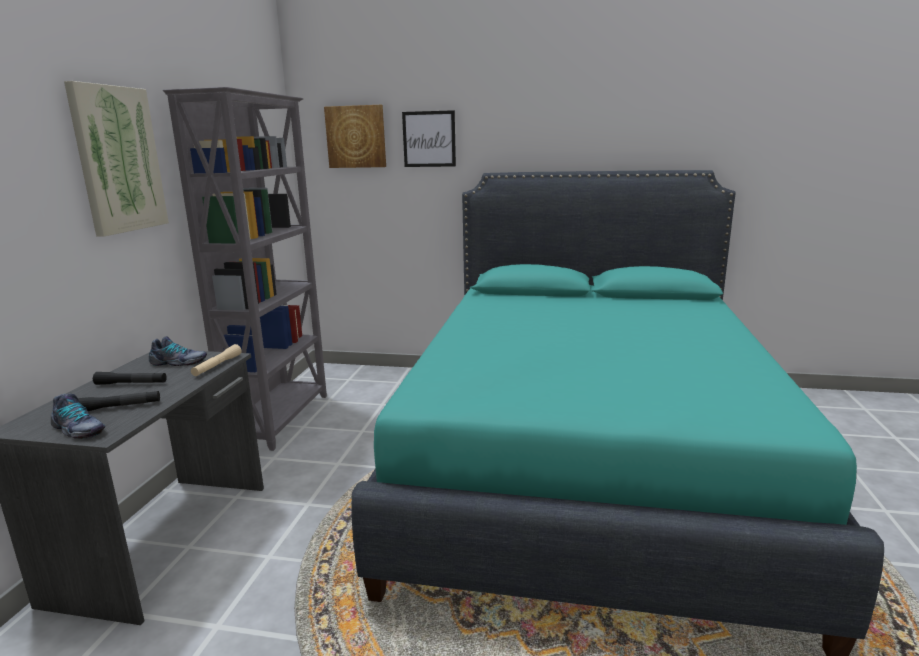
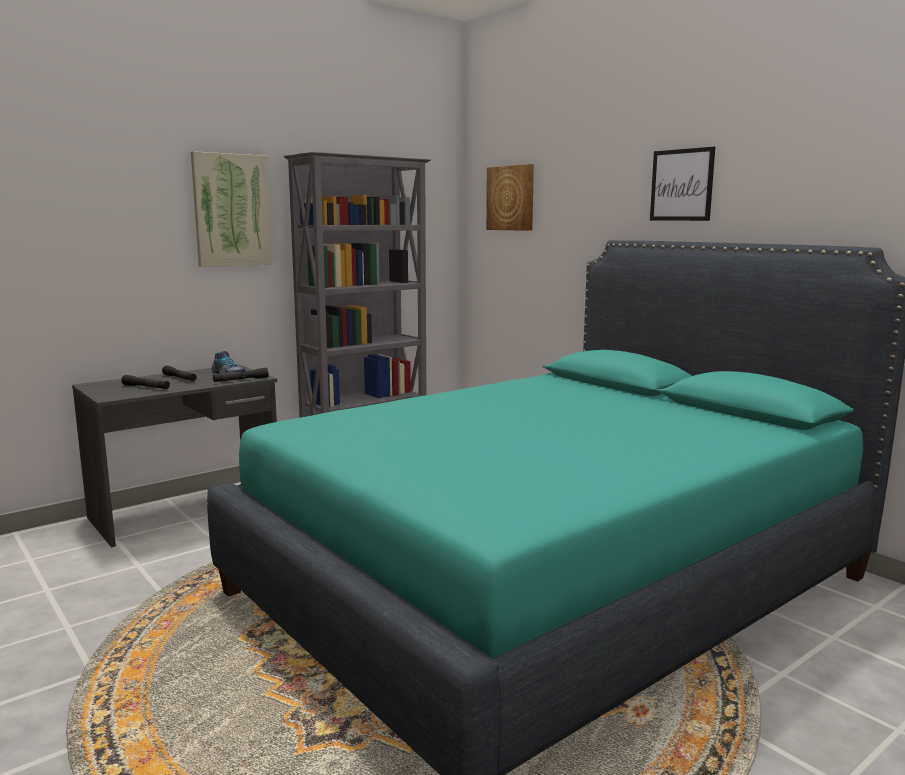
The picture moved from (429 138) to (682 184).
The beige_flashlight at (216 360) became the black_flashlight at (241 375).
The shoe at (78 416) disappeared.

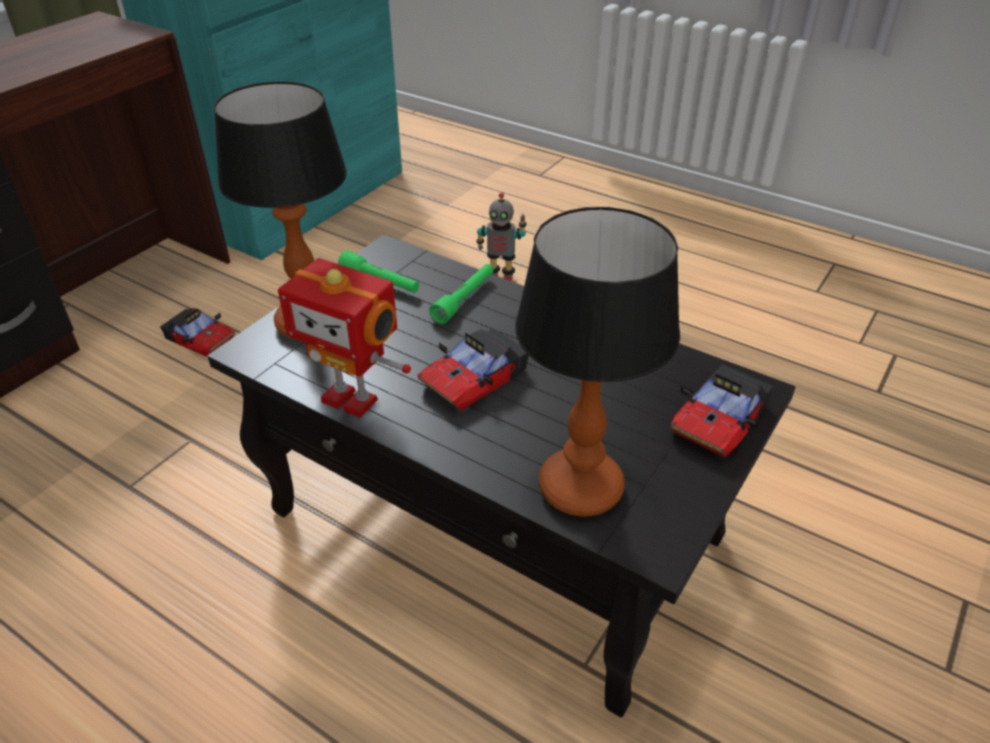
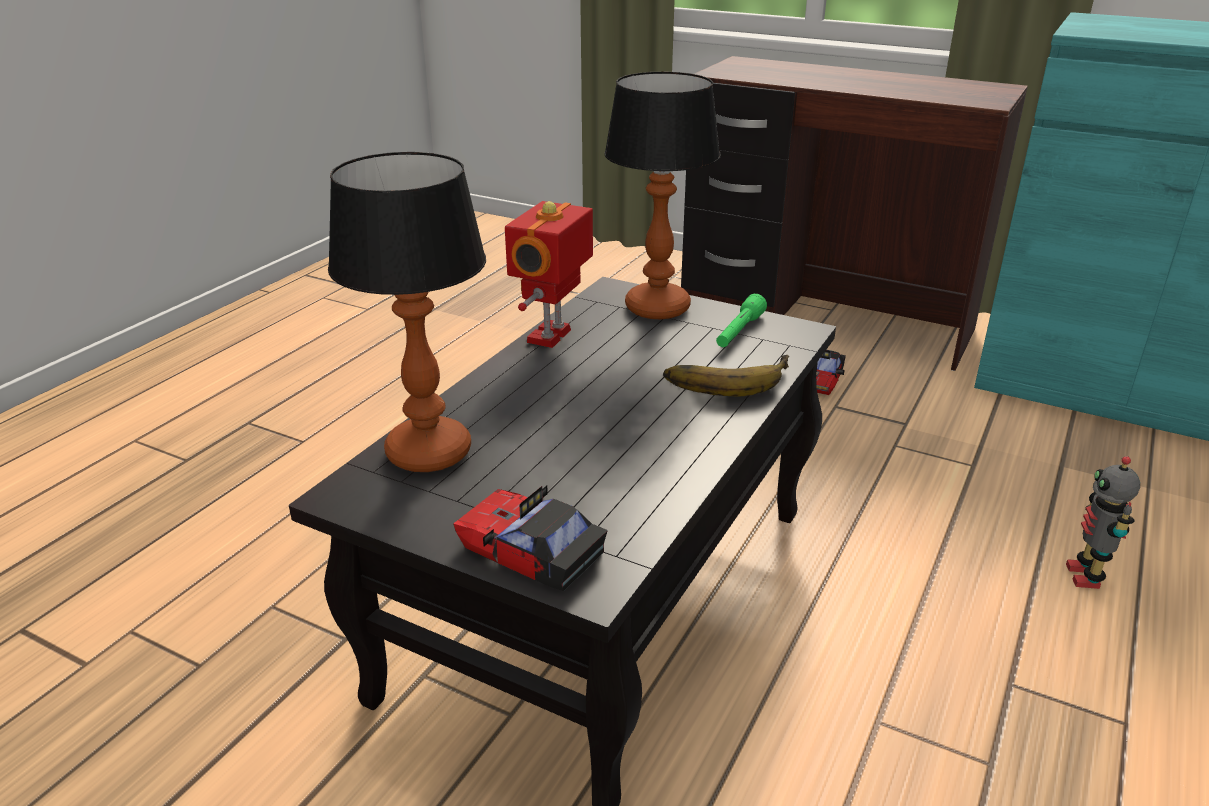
The green_flashlight at (461 294) was replaced by the banana at (726 375).
The toy_car at (473 369) disappeared.

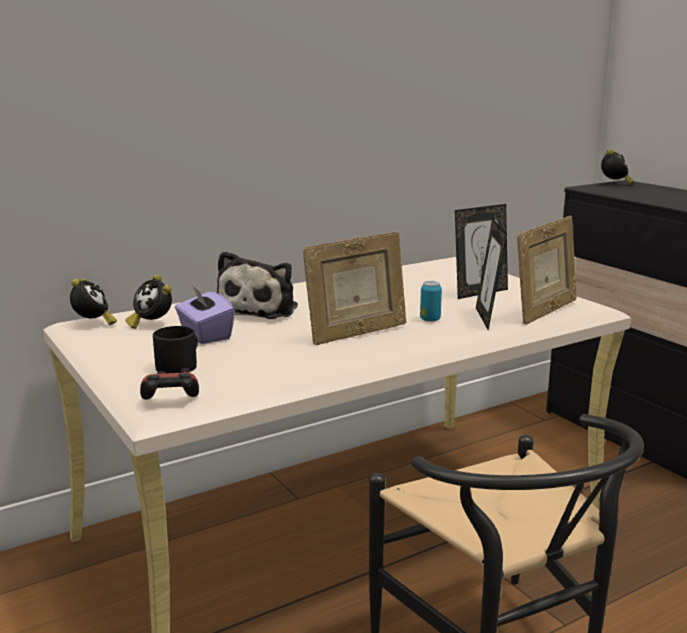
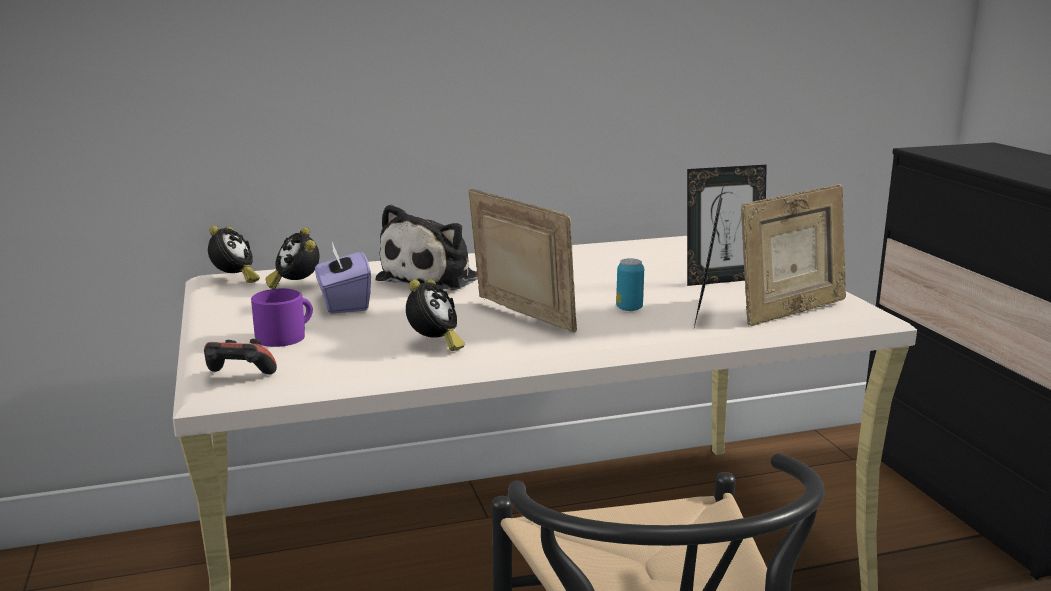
The alarm_clock moved from (617 167) to (435 315).
The picture_frame at (354 288) turned 120 degrees counterclockwise.
The black_mug at (175 350) became the purple_mug at (282 318).

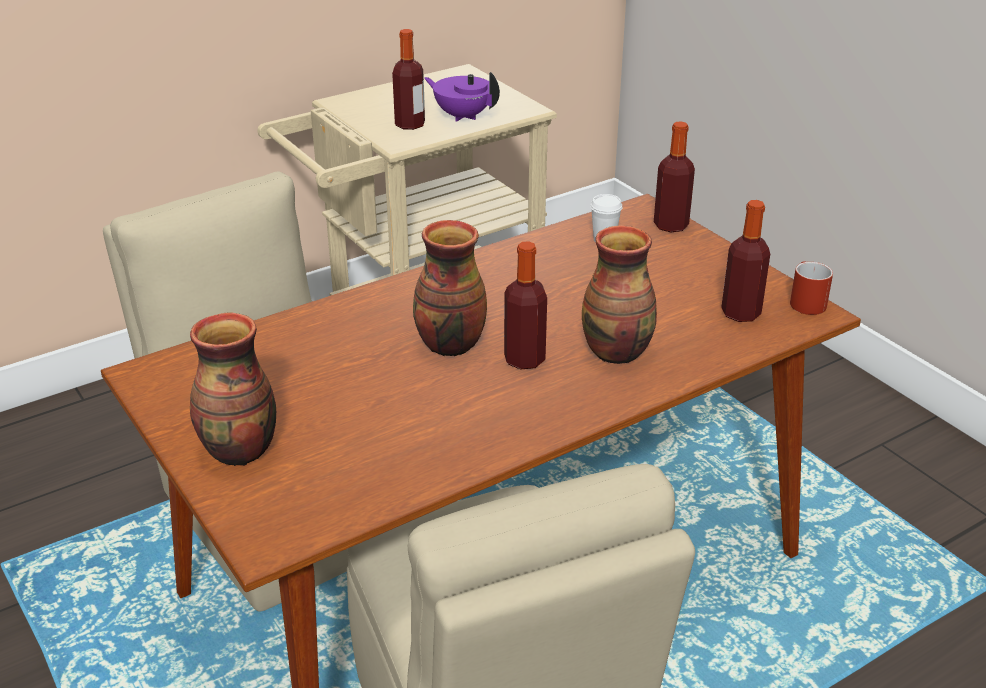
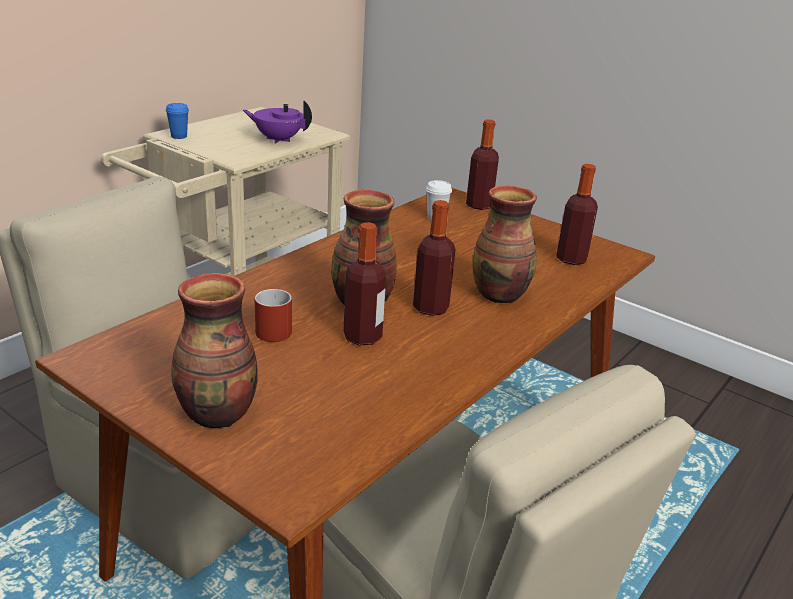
The bottle moved from (408 79) to (365 284).
The red_mug moved from (811 288) to (273 315).
The blue_cup at (177 121) appeared.

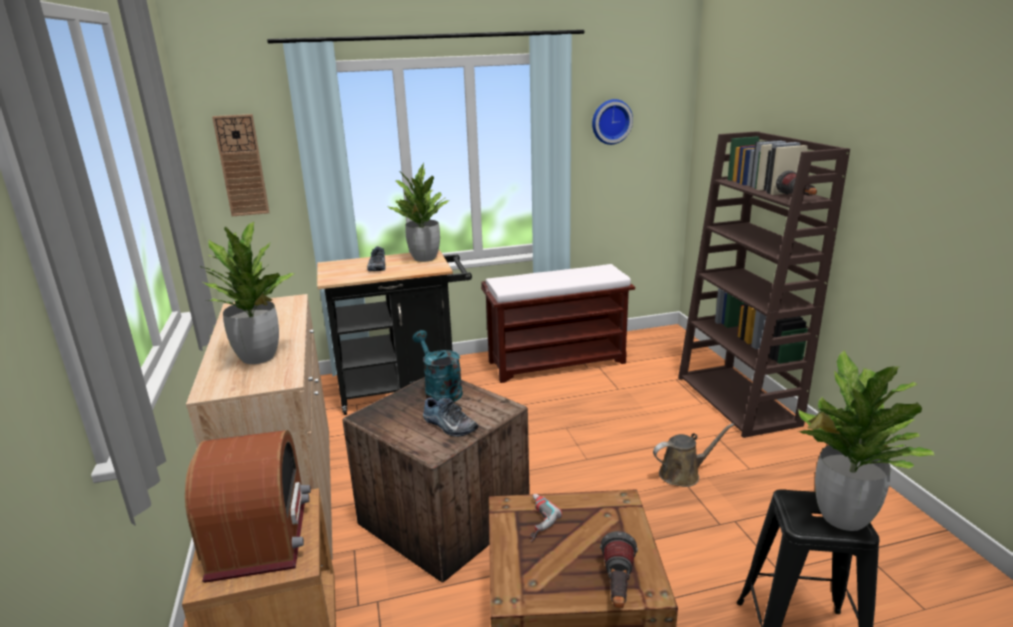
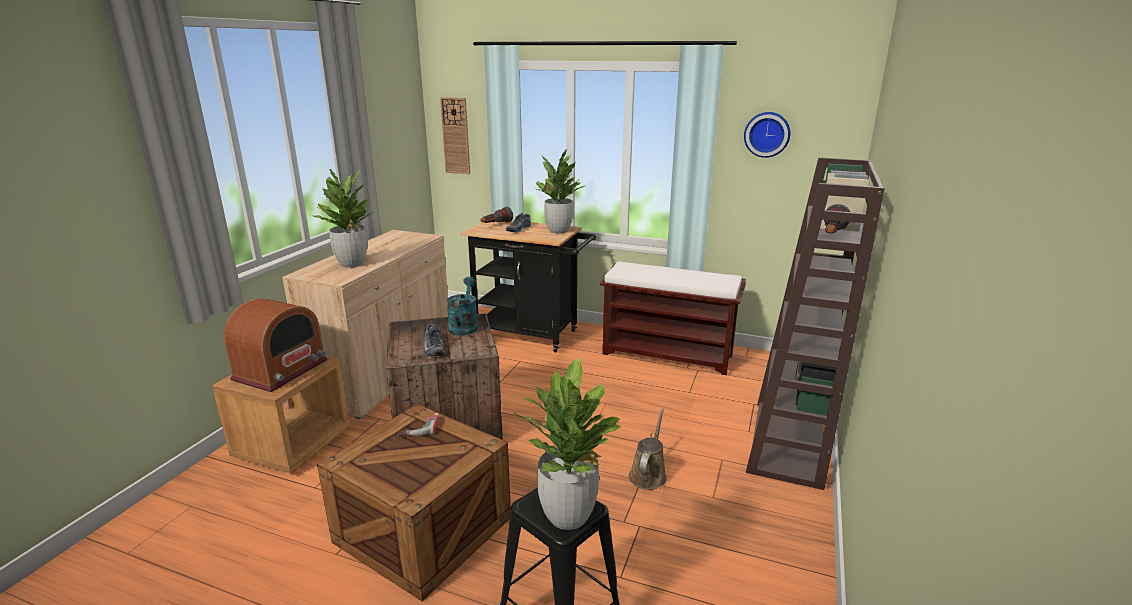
The brown_watering_can at (693 455) turned 90 degrees counterclockwise.
The flashlight moved from (619 569) to (497 215).

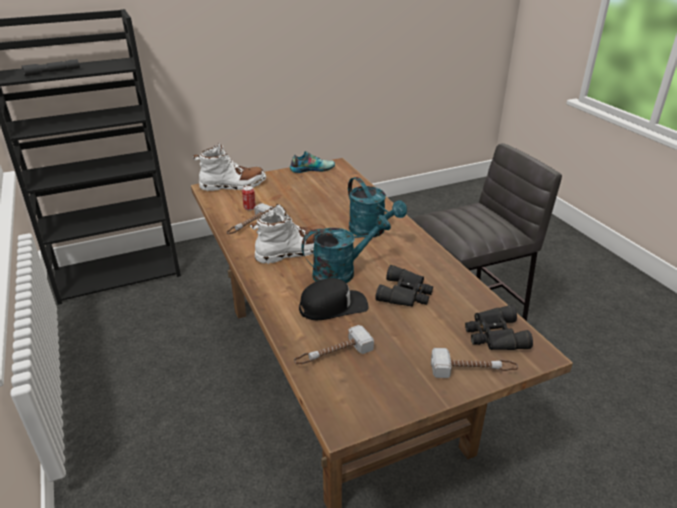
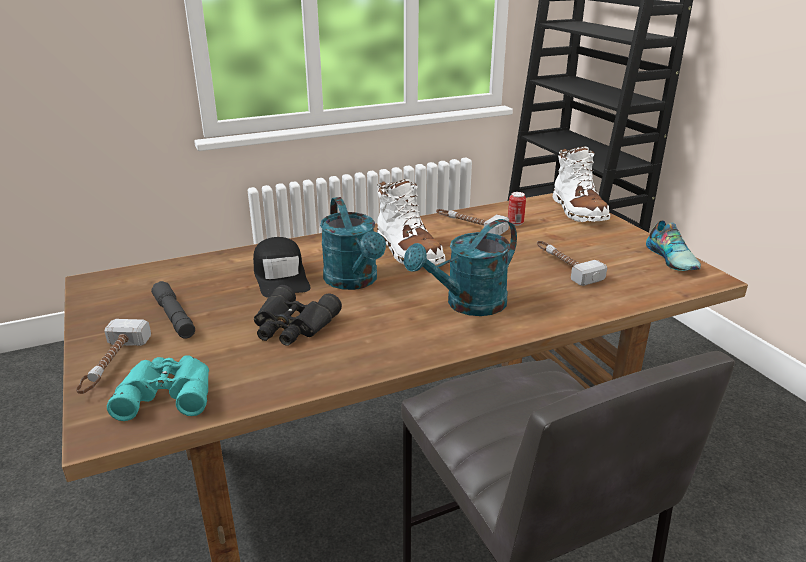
The grey_flashlight moved from (51 68) to (173 310).
The black_binoculars at (499 327) became the turquoise_binoculars at (158 388).
The hammer moved from (334 344) to (572 263).

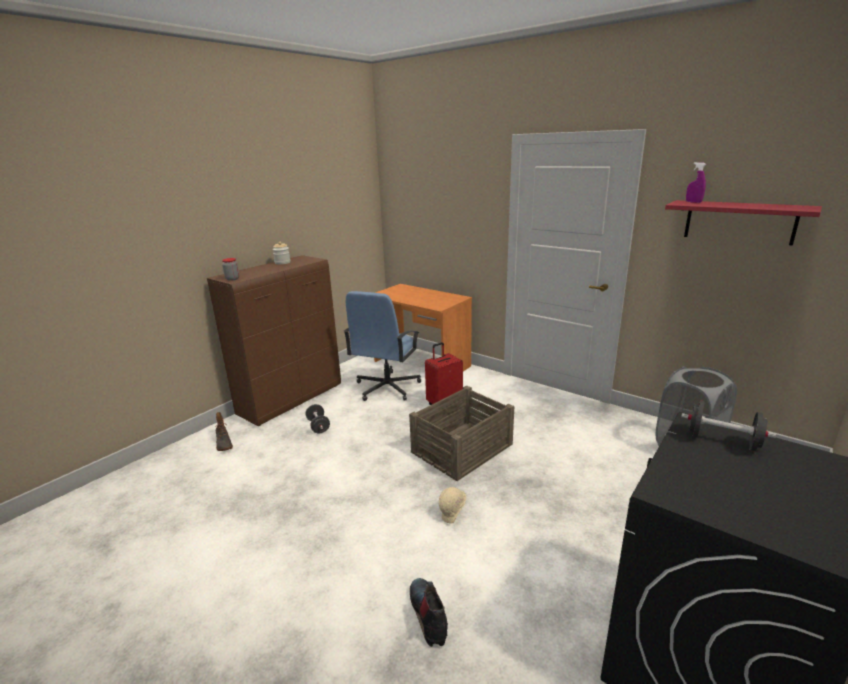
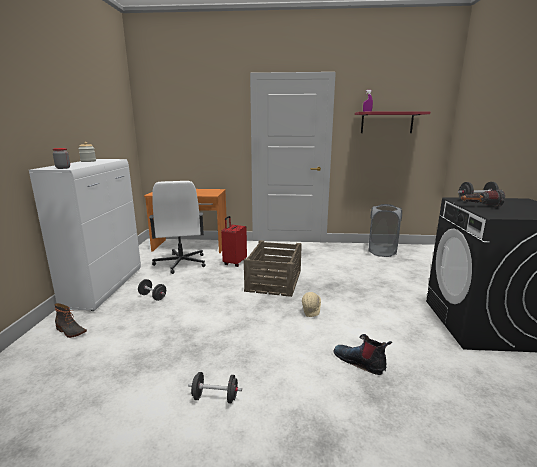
The brown_cabinet at (274 340) became the white_cabinet at (85 235).
The blue_office_chair at (382 346) became the white_office_chair at (177 227).
The flashlight at (483 198) appeared.
The black_dumbbell at (215 387) appeared.

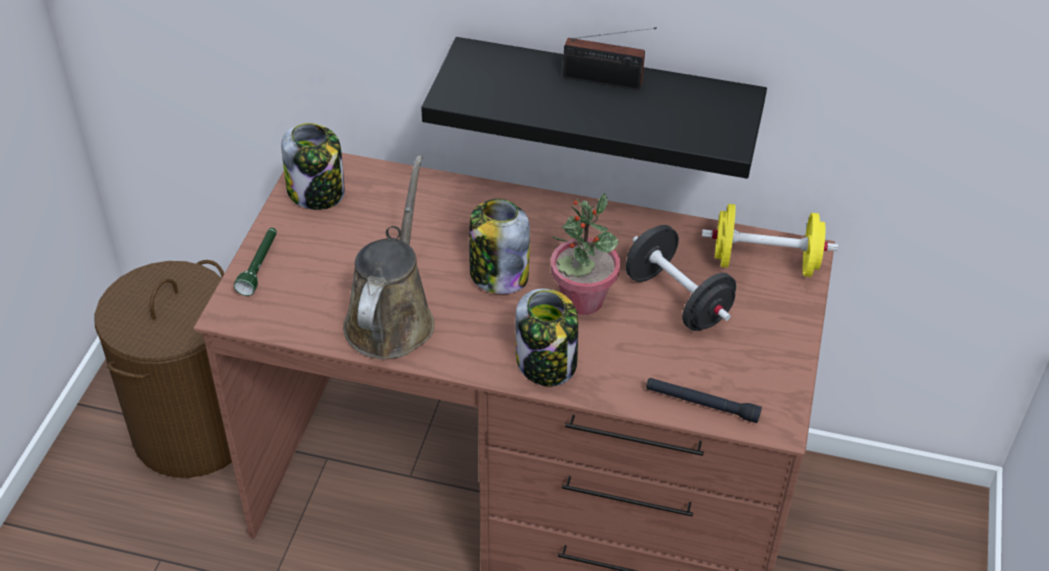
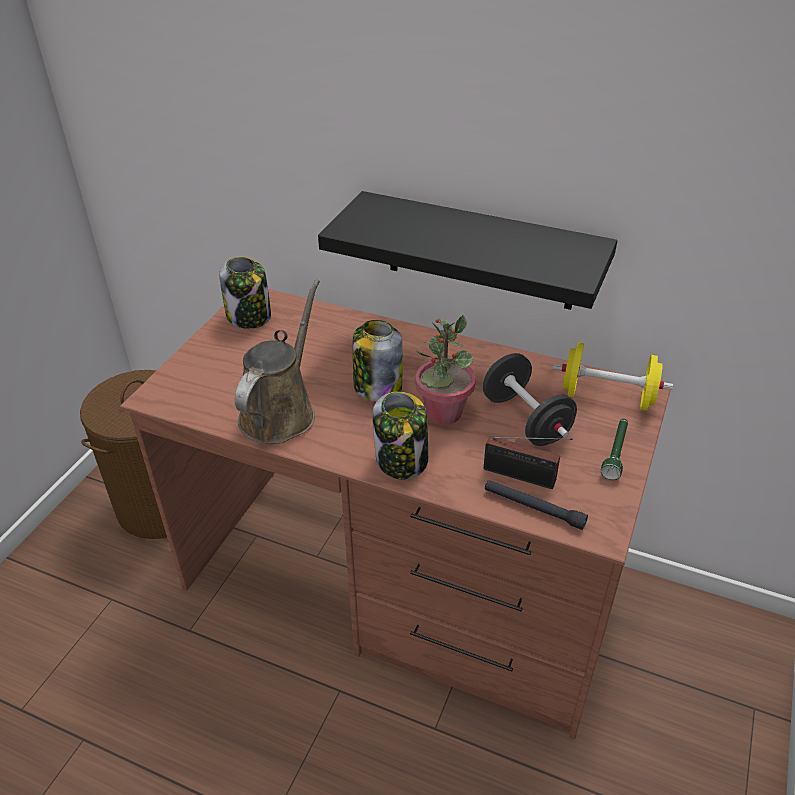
The radio moved from (610 58) to (528 462).
The green_flashlight moved from (255 262) to (614 449).

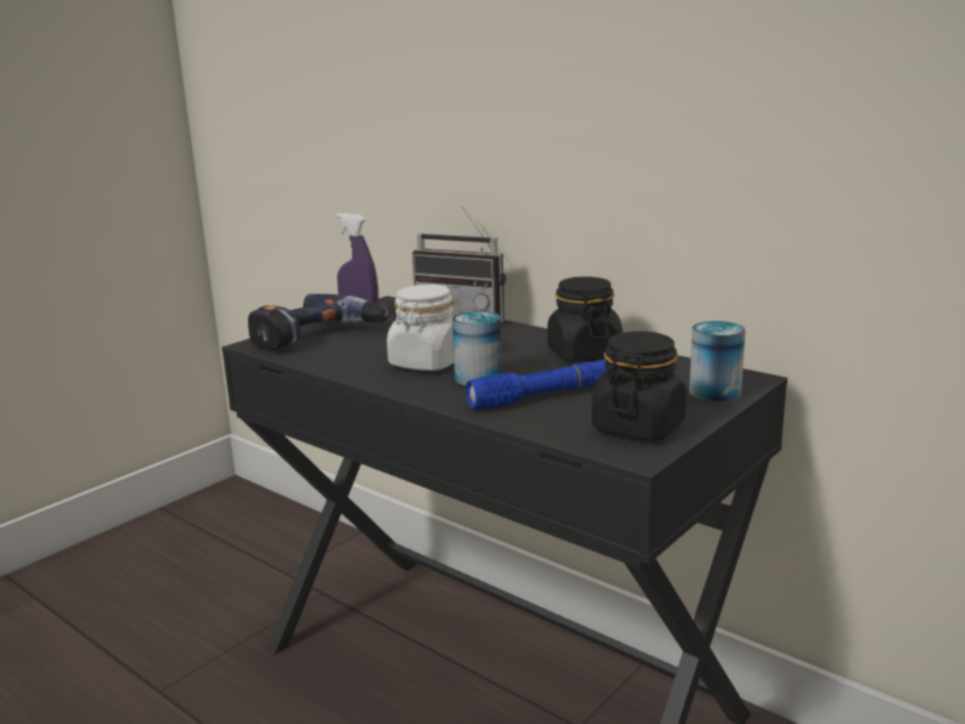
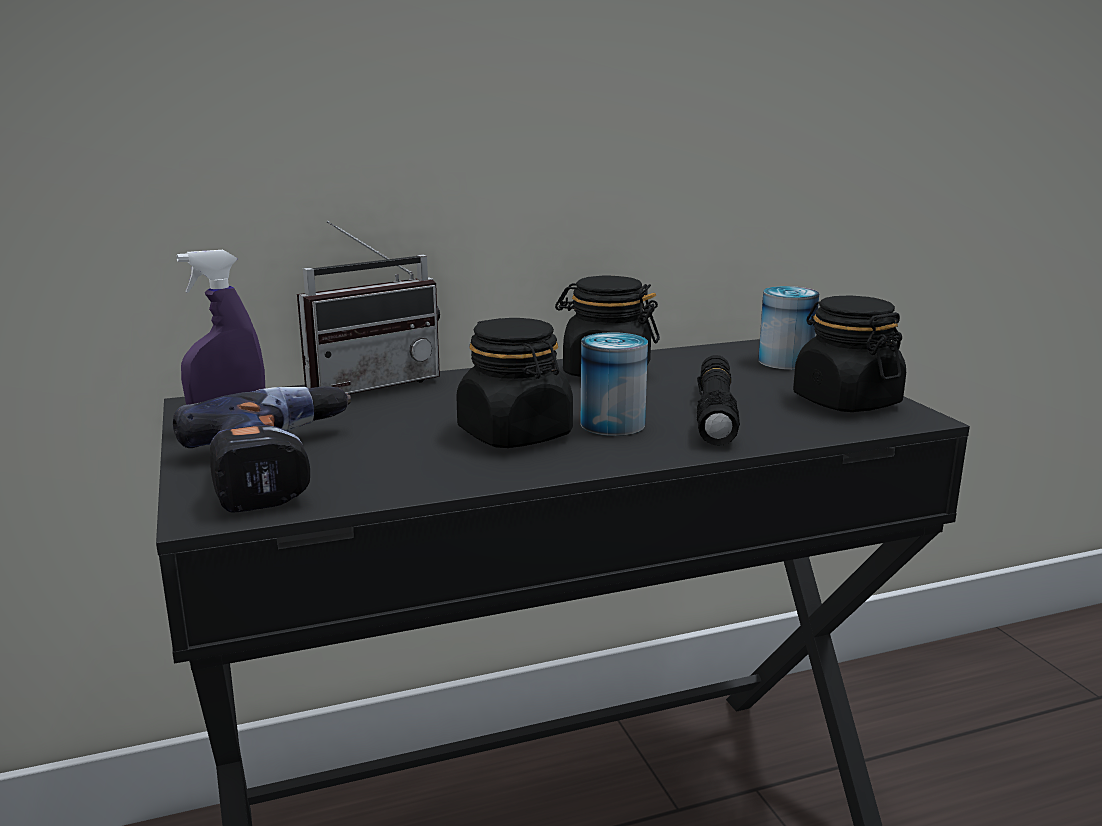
The white_jar at (420 327) became the black_jar at (514 383).
The blue_flashlight at (536 384) became the black_flashlight at (718 400).

